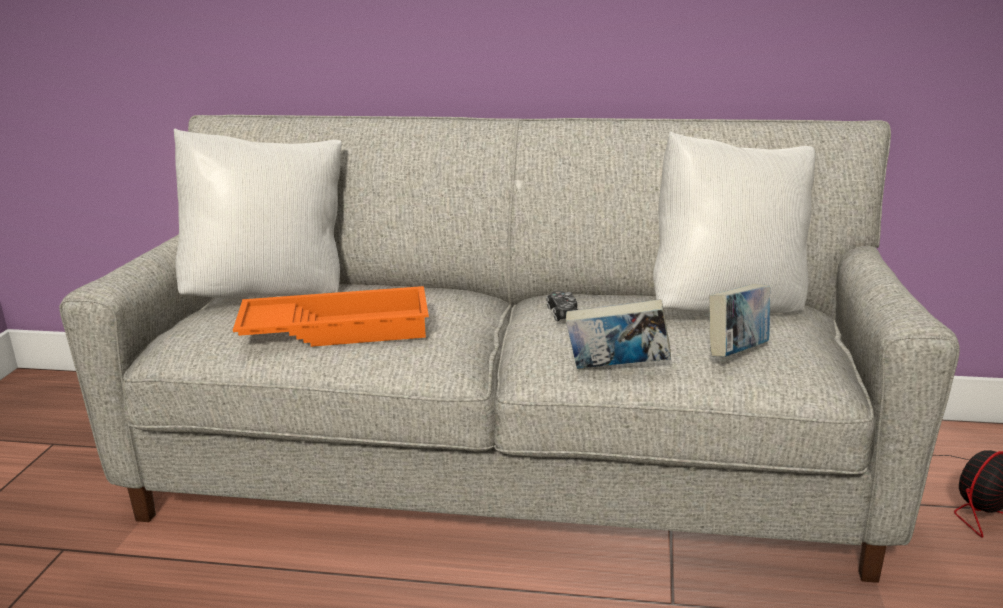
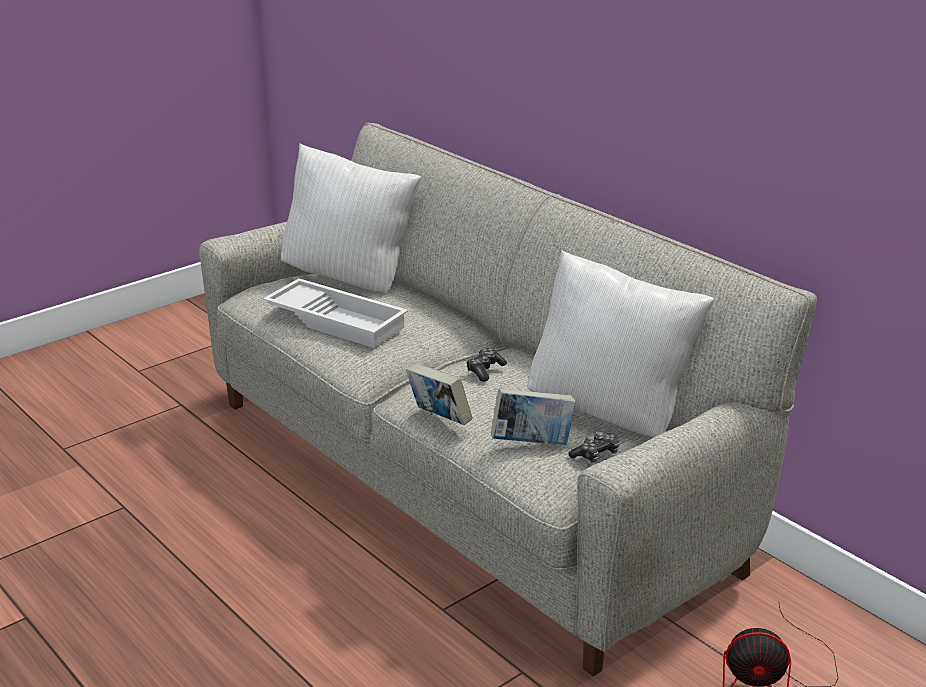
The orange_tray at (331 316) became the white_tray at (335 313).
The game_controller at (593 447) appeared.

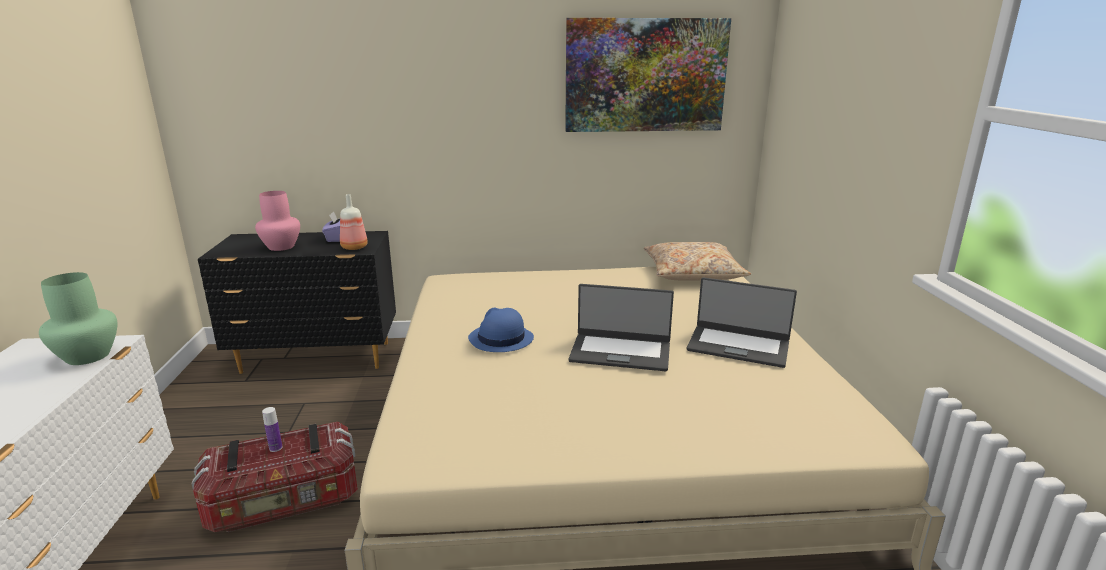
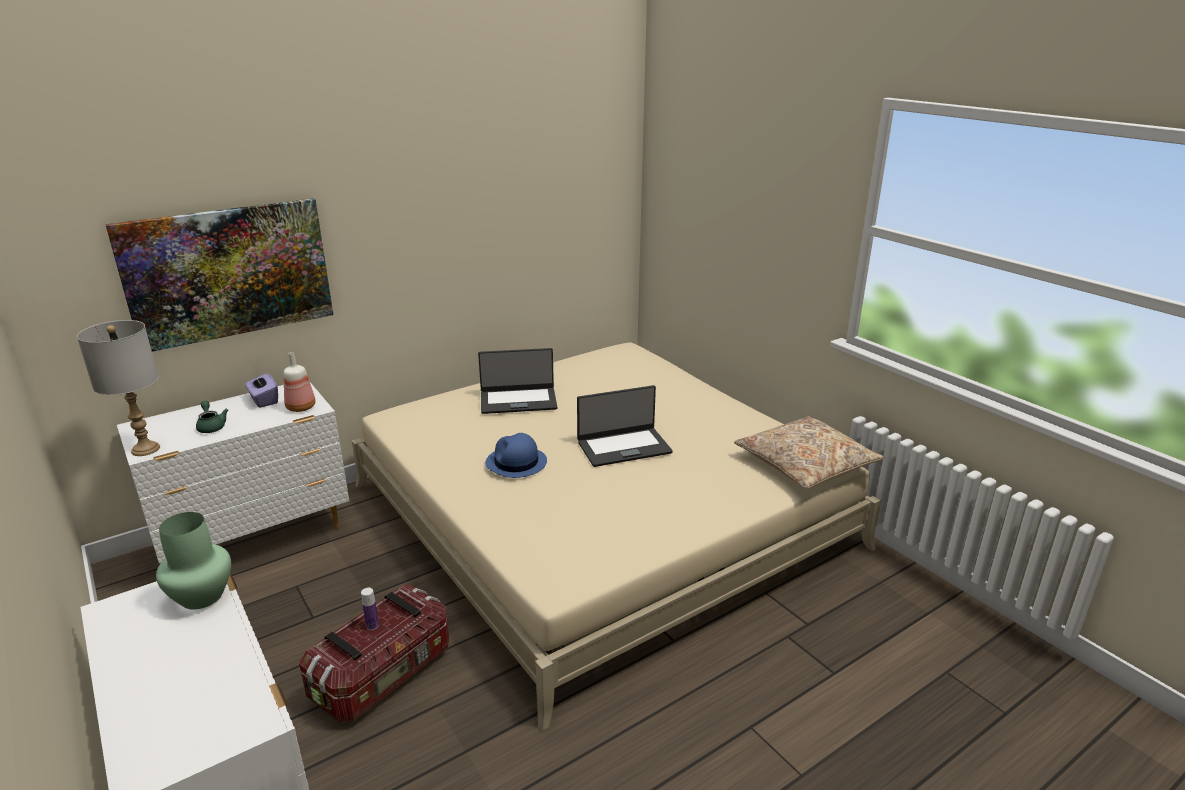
The picture moved from (648 75) to (219 275).
The pink_vase at (277 221) was replaced by the green_teapot at (212 416).
The black_dresser at (297 302) became the white_dresser at (233 472).
The beige_pillow moved from (697 261) to (809 452).
The laptop moved from (742 322) to (517 381).
The grey_table_lamp at (118 388) appeared.

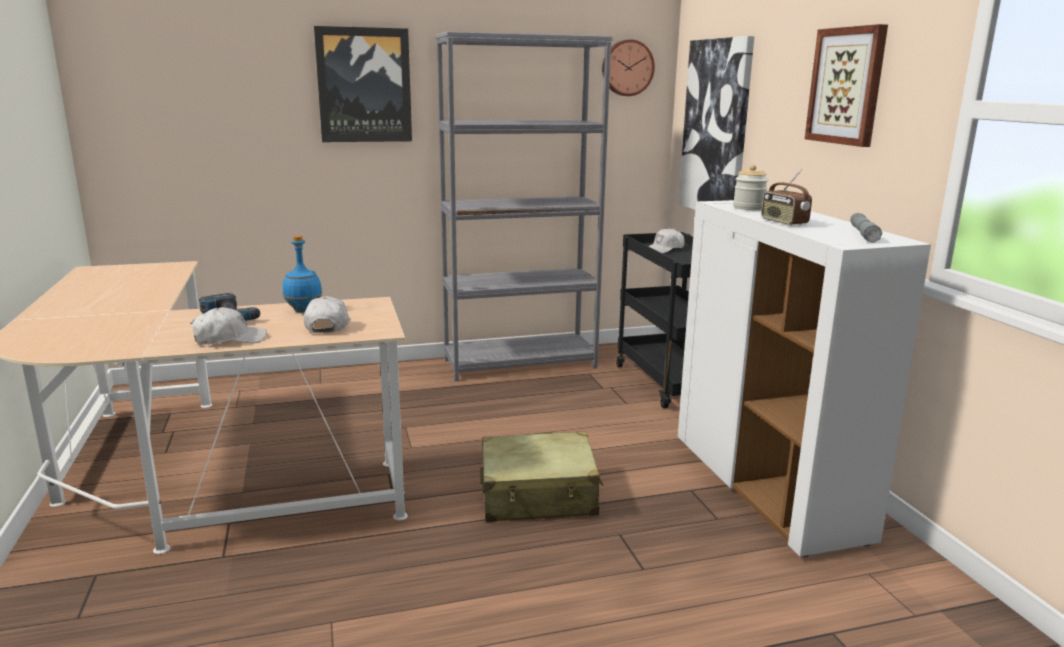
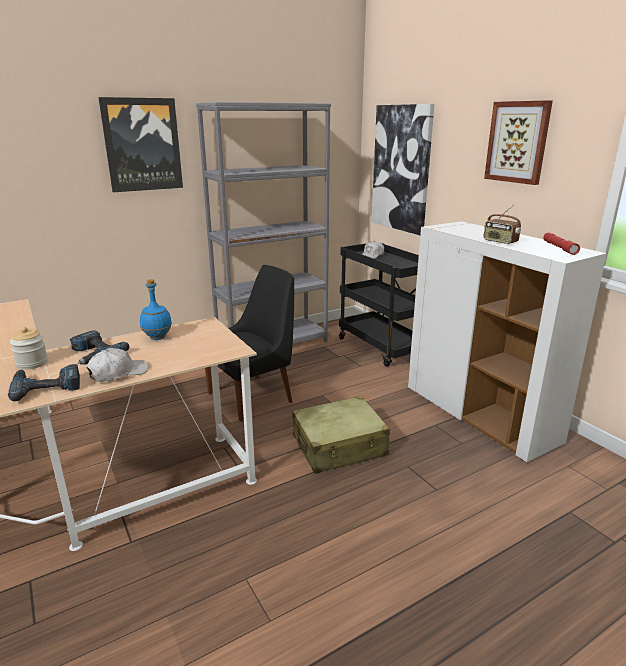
The wall_clock at (628 67) disappeared.
The jar moved from (750 187) to (29 348).
The grey_flashlight at (866 227) became the red_flashlight at (561 244).
The white_cap at (327 314) disappeared.
The black_chair at (249 343) appeared.
The power_drill at (44 382) appeared.

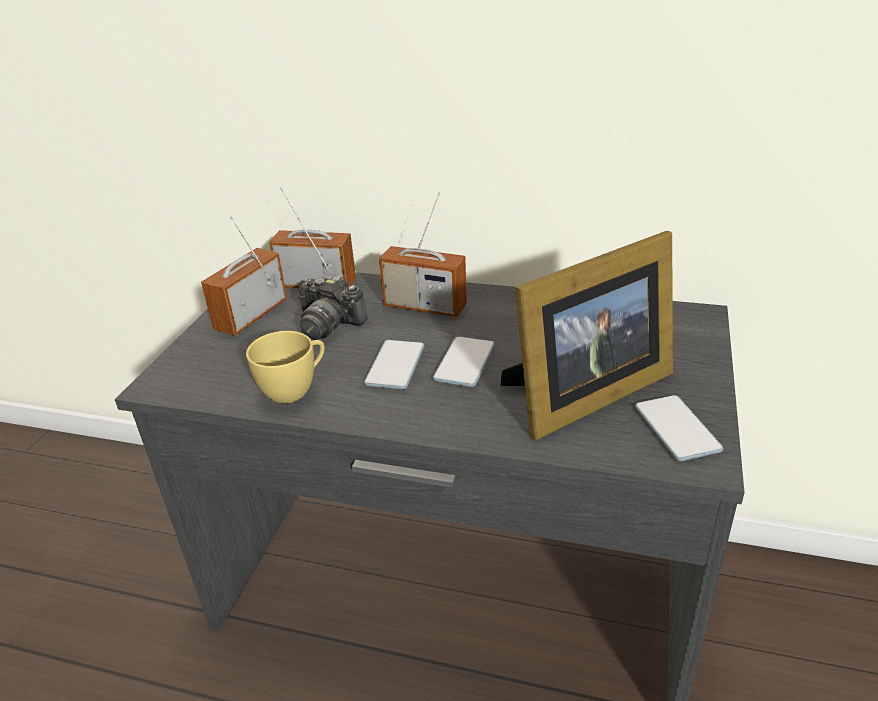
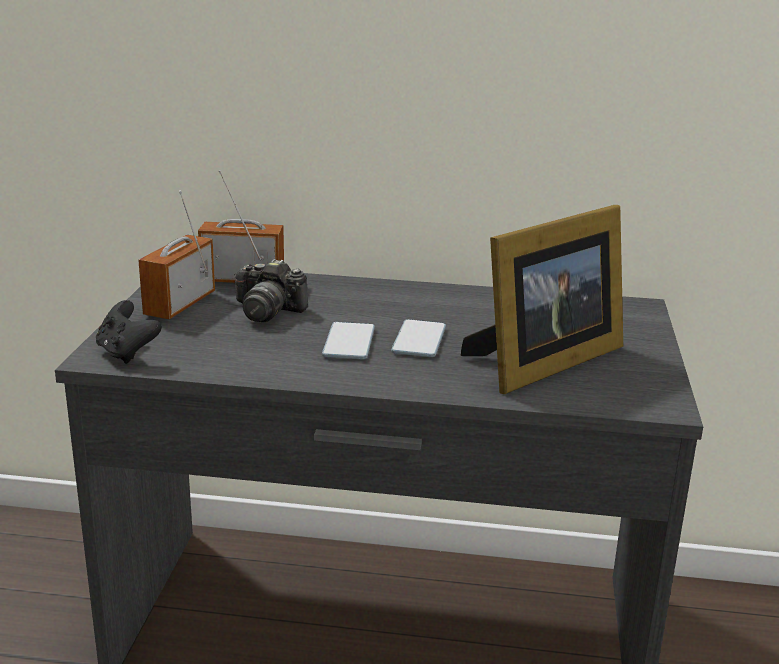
The radio at (423 254) disappeared.
The yellow_cup at (285 367) disappeared.
The phone at (679 428) disappeared.
The black_game_controller at (129 332) appeared.

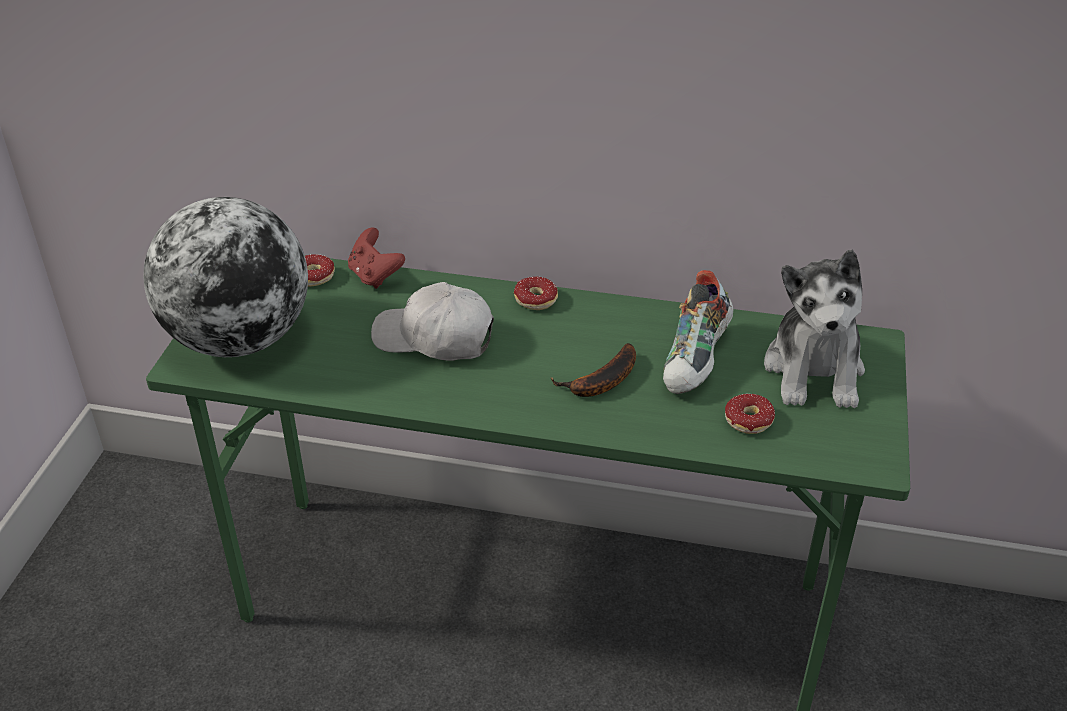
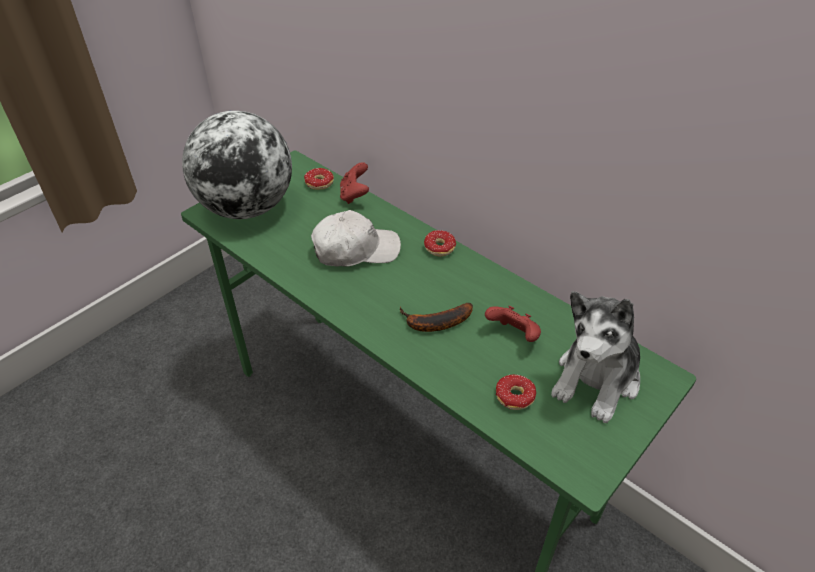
The shoe at (698 332) was replaced by the red_game_controller at (513 324).
The white_cap at (432 321) turned 120 degrees clockwise.

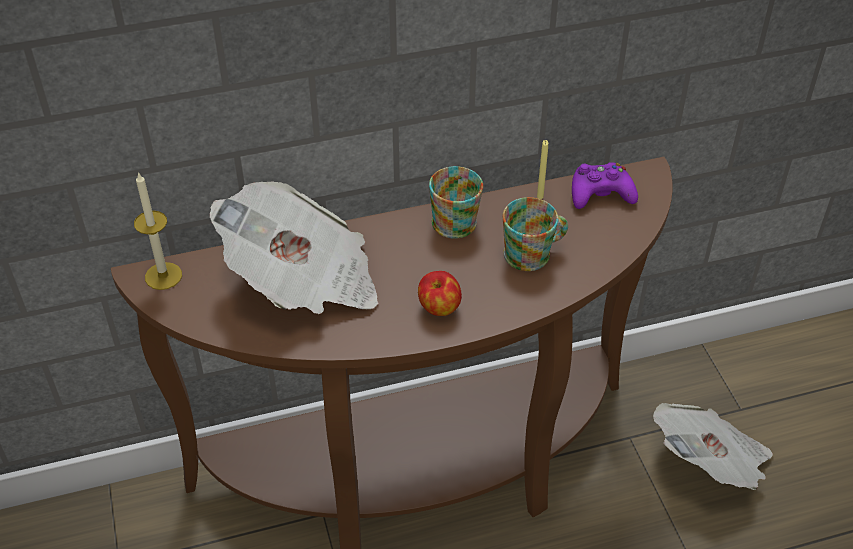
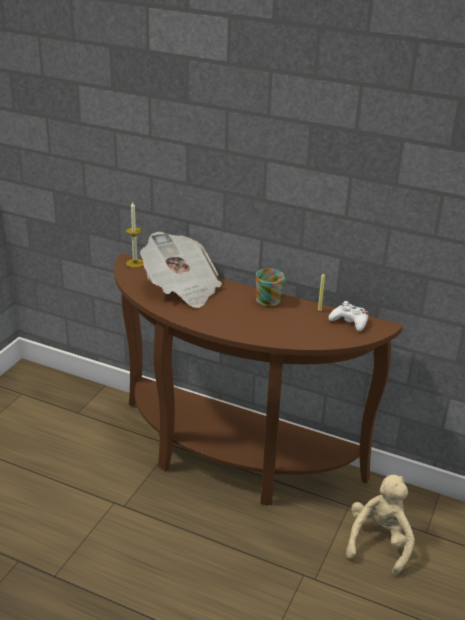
The purple_game_controller at (605 185) became the white_game_controller at (348 316).
The mug at (535 234) disappeared.
The apple at (440 293) disappeared.
The newspaper at (713 446) was replaced by the beige_plush_toy at (380 525).

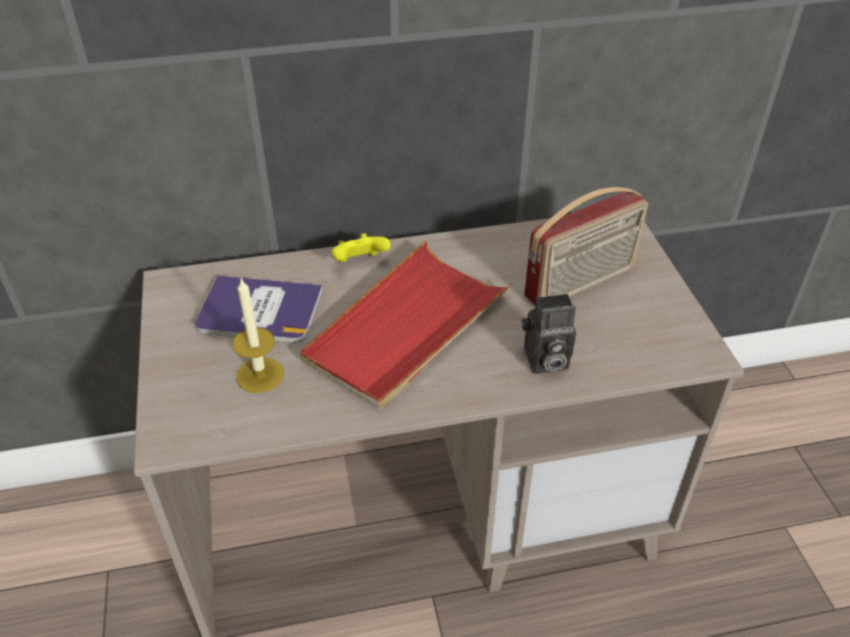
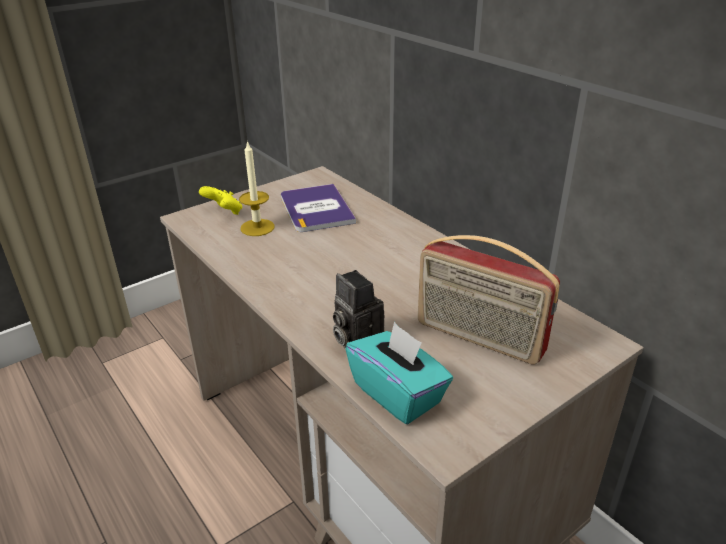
The yellow_game_controller moved from (361 248) to (220 200).
The red_tray at (406 325) disappeared.
The turquoise_tissue_box at (399 373) appeared.

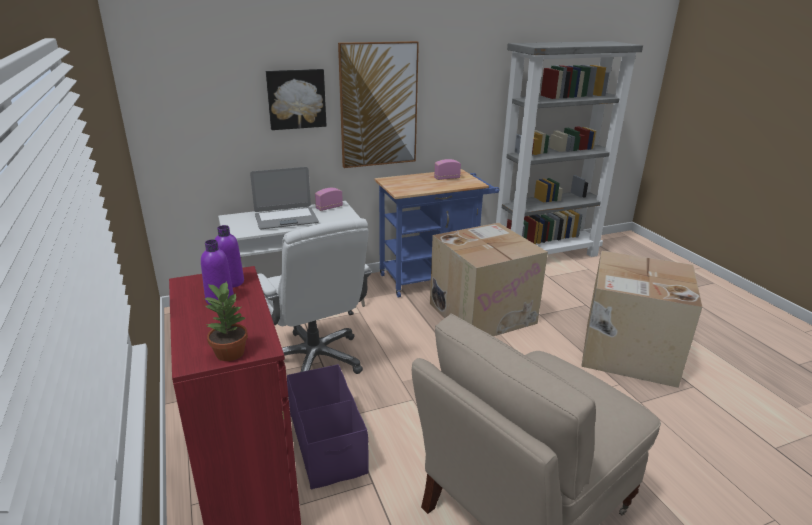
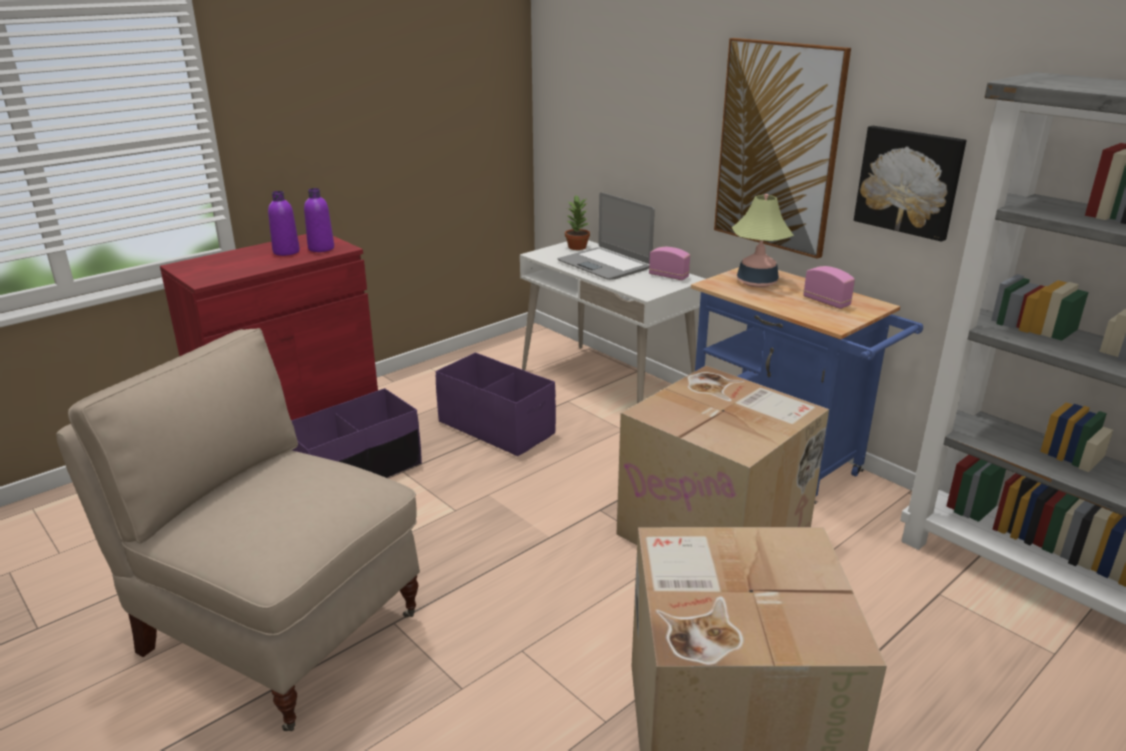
The picture moved from (296 99) to (910 184).
The white_office_chair at (314 296) was replaced by the purple_storage_box at (495 404).
The potted_plant moved from (226 320) to (577 223).
The table_lamp at (763 241) appeared.

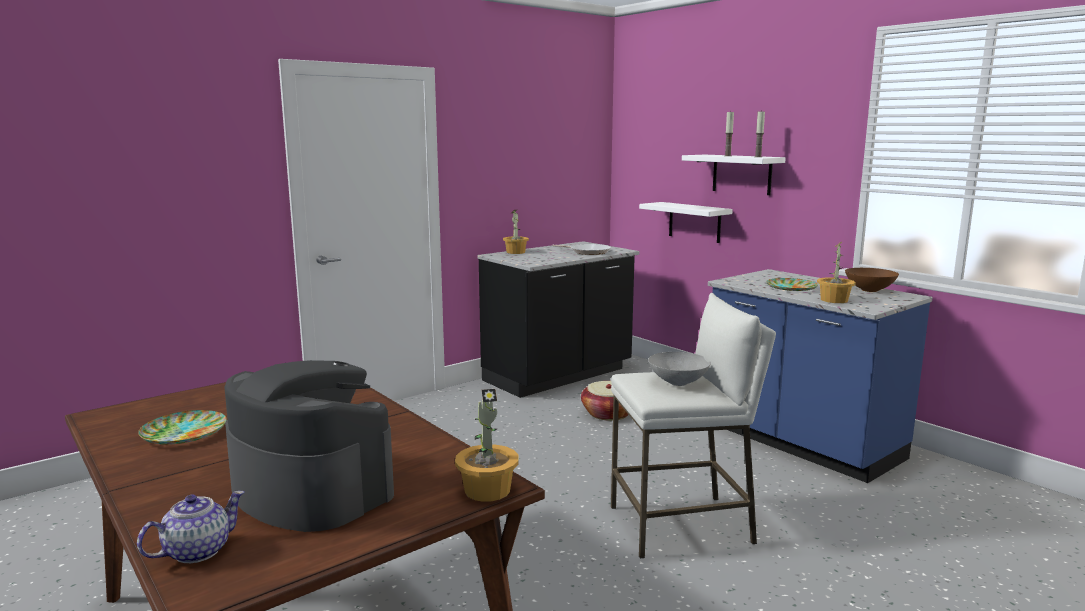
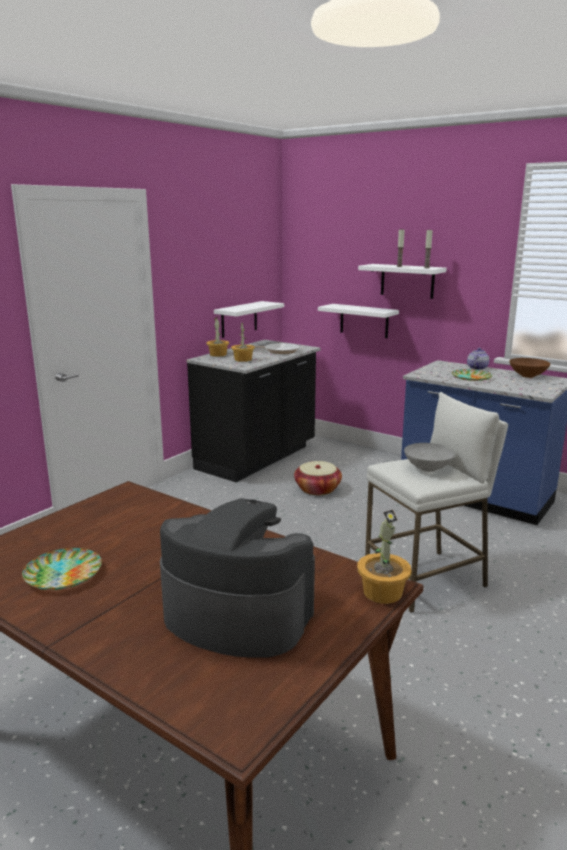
The potted_plant moved from (836 272) to (243 341).
The teapot moved from (190 527) to (478 359).
The white_shelf at (249 319) appeared.

